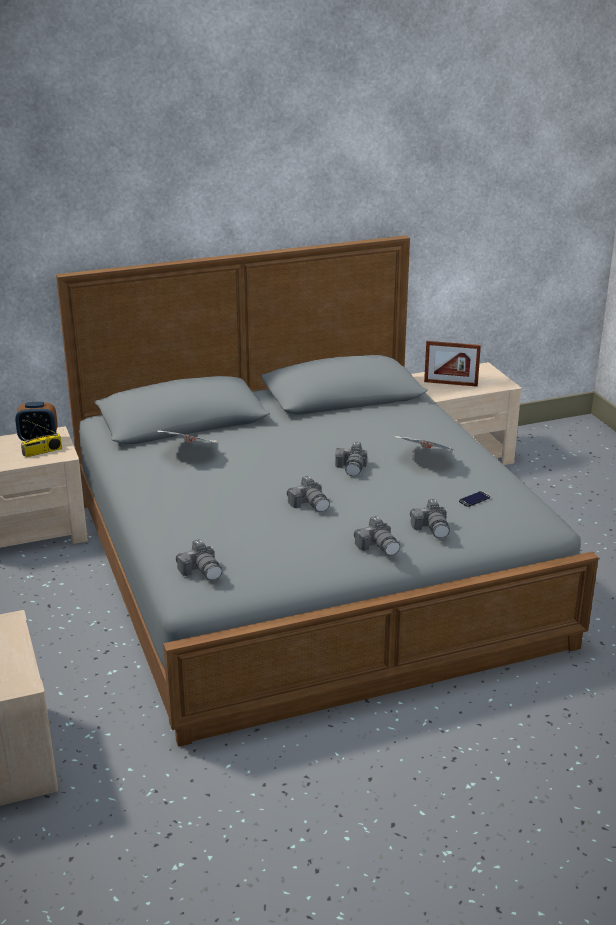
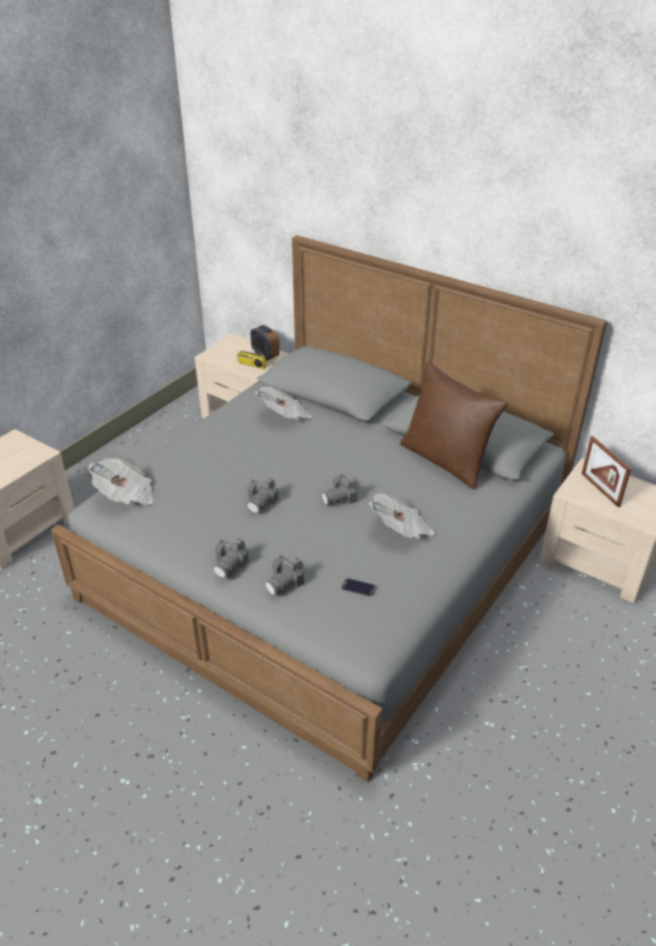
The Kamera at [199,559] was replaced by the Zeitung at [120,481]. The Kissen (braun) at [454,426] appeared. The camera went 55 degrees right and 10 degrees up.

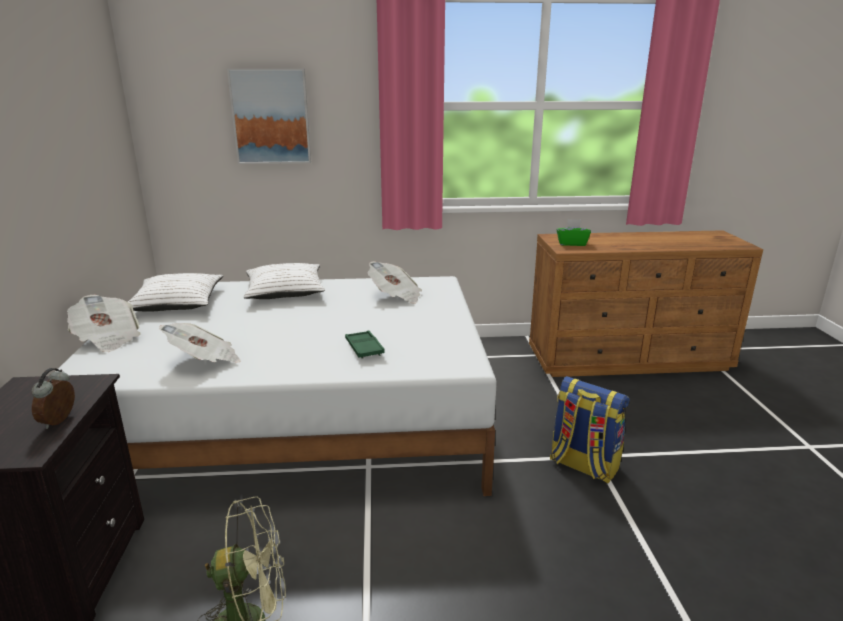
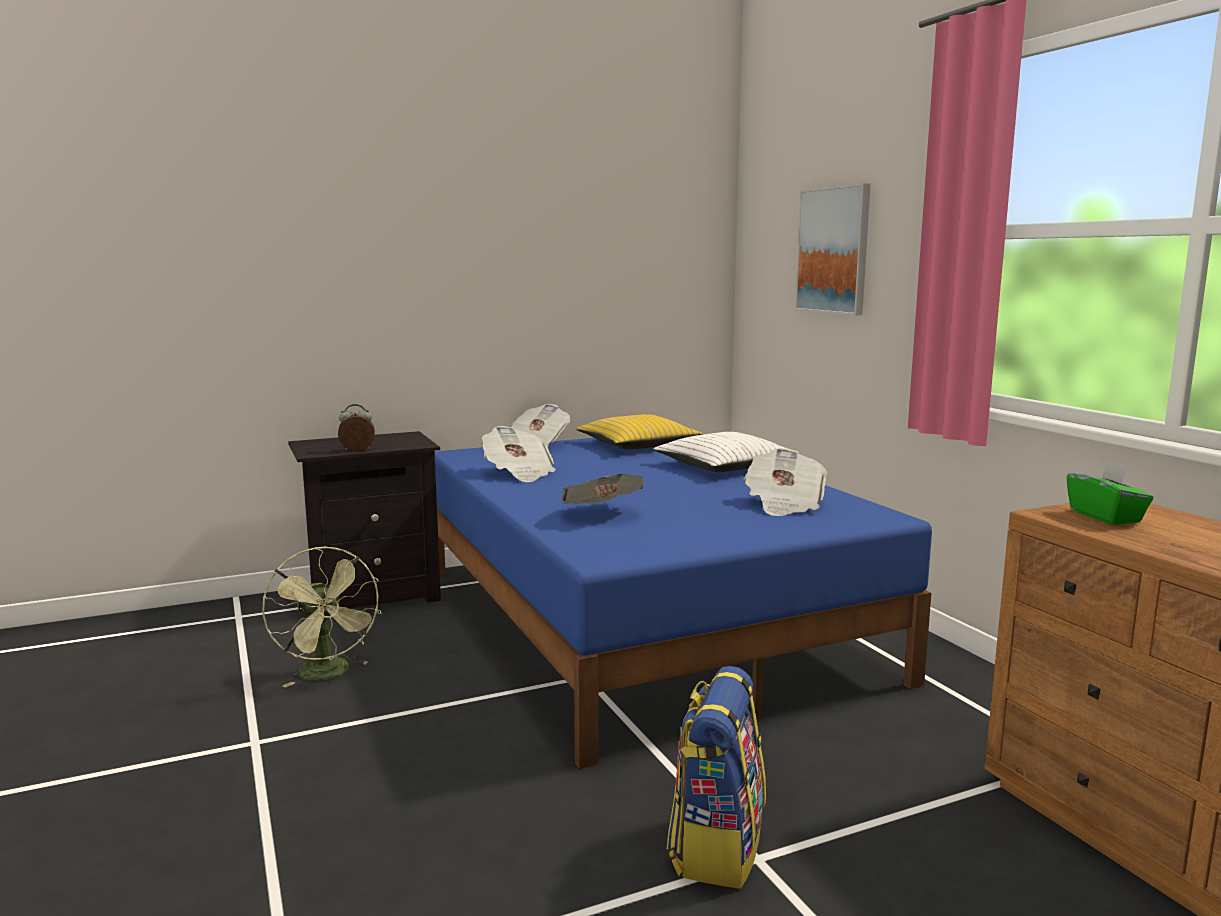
The Bett (weiß) at [276,386] became the Bett (blau) at [683,603]. The Tablett (grün) at [365,344] was replaced by the Zeitung at [602,489]. The Kissen (weiß) at [175,292] became the Kissen (gelb) at [639,431]. The camera went 70 degrees right and 10 degrees down.

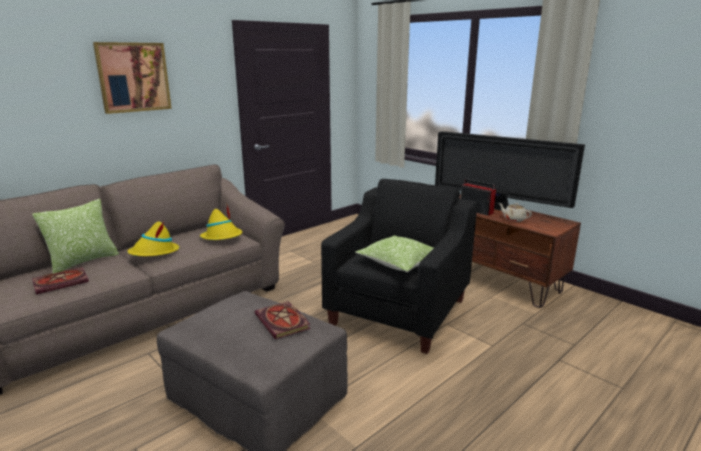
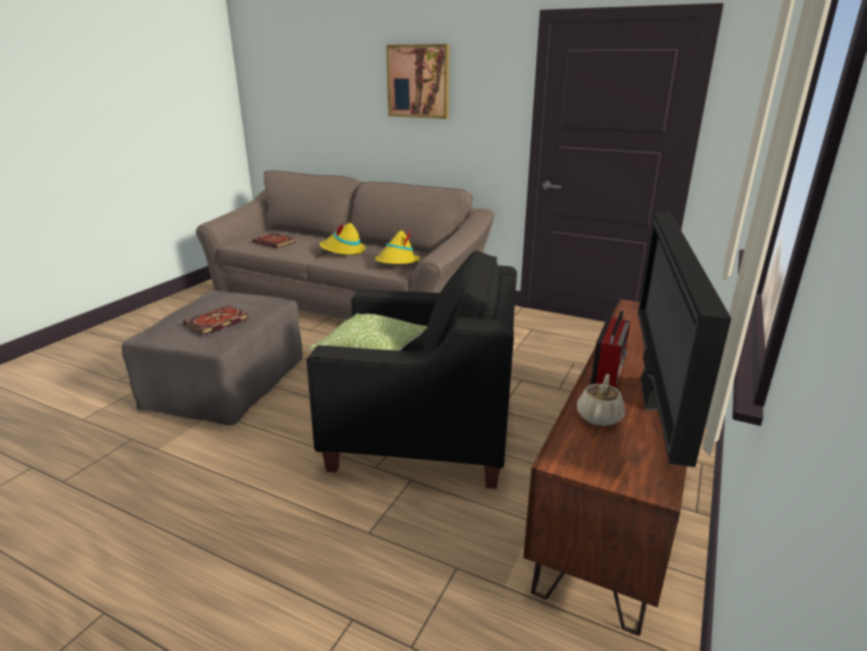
The Kissen at [75,236] disappeared. The camera went 70 degrees right and 5 degrees up.

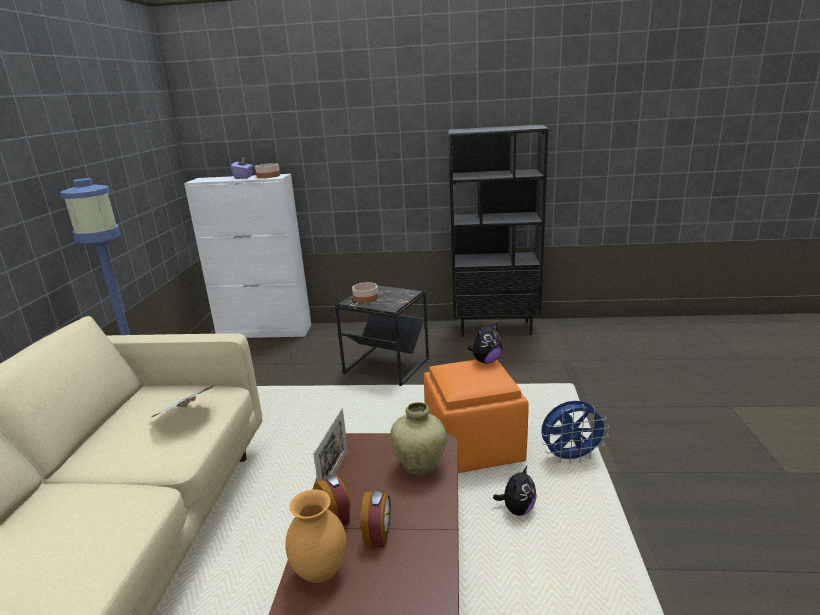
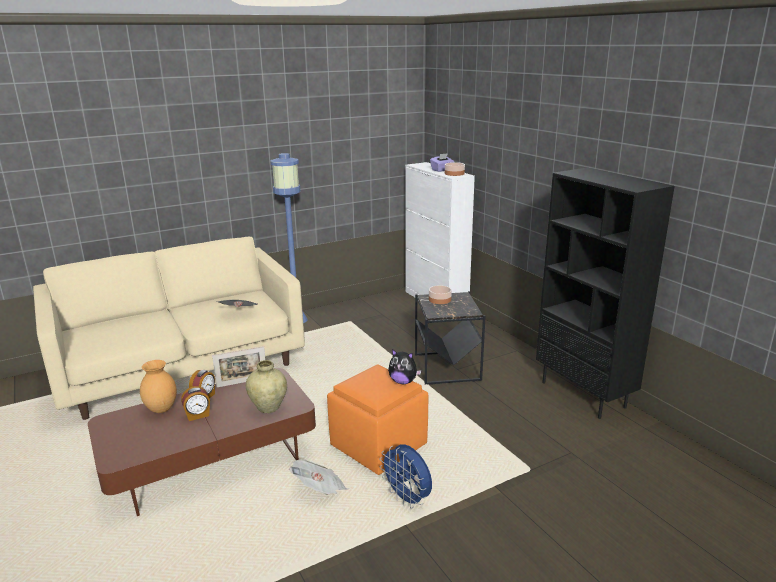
The Plüschtier at [515,491] was replaced by the Zeitung at [319,477]. The camera went 55 degrees right and 0 degrees up.

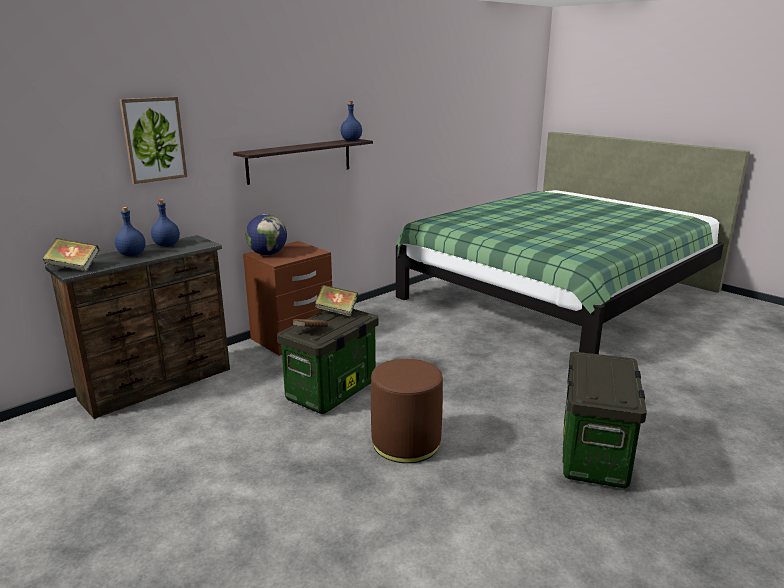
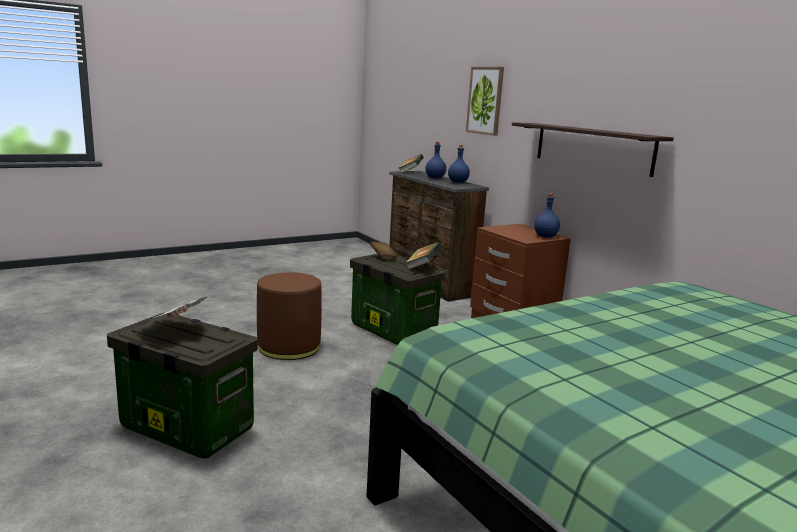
The Zeitung at [172,312] appeared. The Flasche (blau) moved from [351,121] to [547,215]. The Globus at [266,234] disappeared. The camera went 100 degrees right and 5 degrees down.

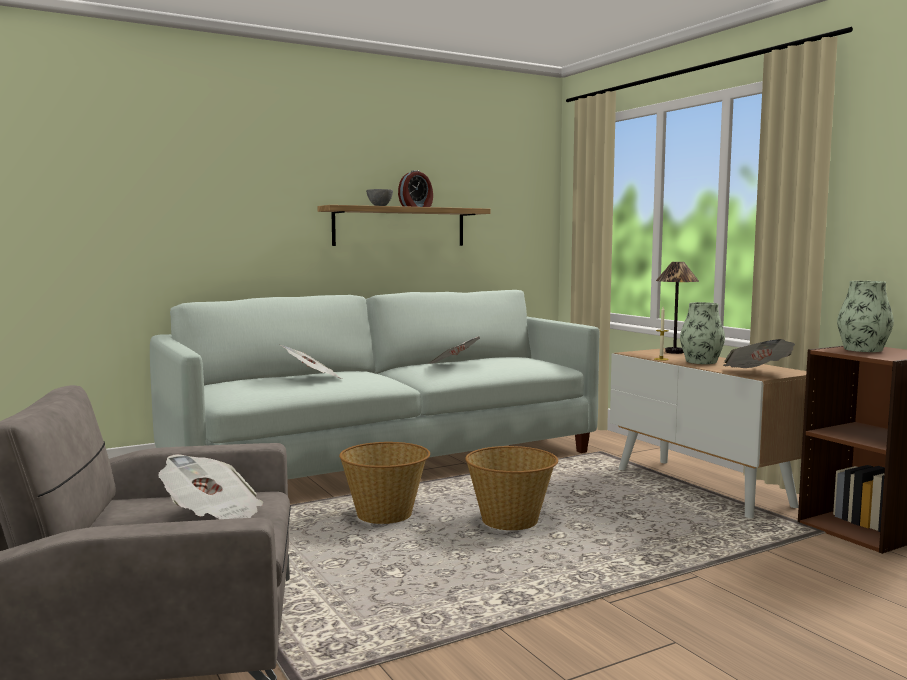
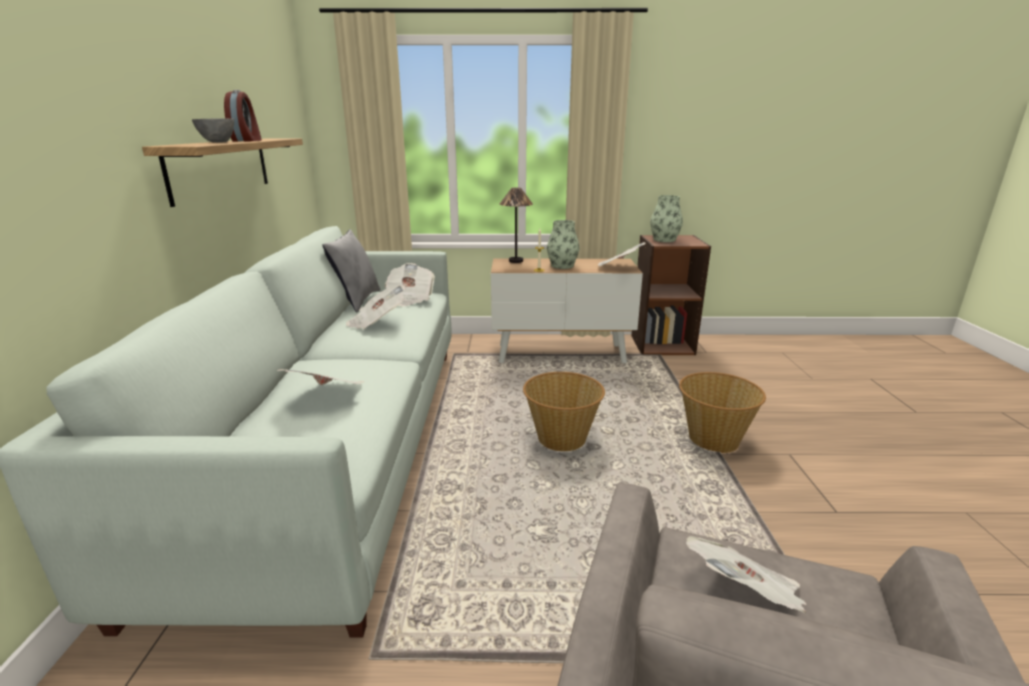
The Kissen (grau) at [351,271] appeared. The Zeitung at [410,284] appeared. The Korb moved from [384,483] to [722,412]. The camera went 60 degrees left and 15 degrees up.

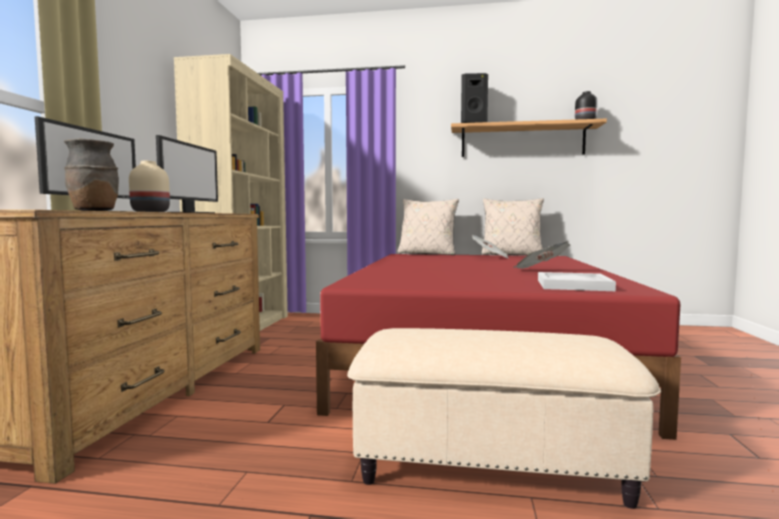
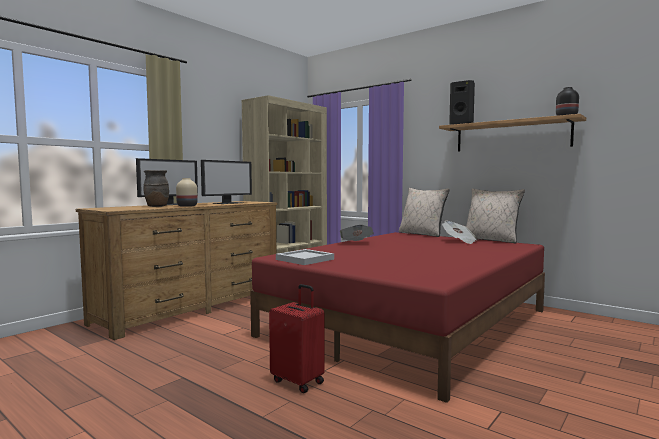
The Polsterhocker (beige) at [504,418] was replaced by the Koffer (rot) at [296,338]. The Tablett (weiß) moved from [577,281] to [305,257]. The Zeitung moved from [542,255] to [357,233]. The camera went 30 degrees right and 0 degrees up.

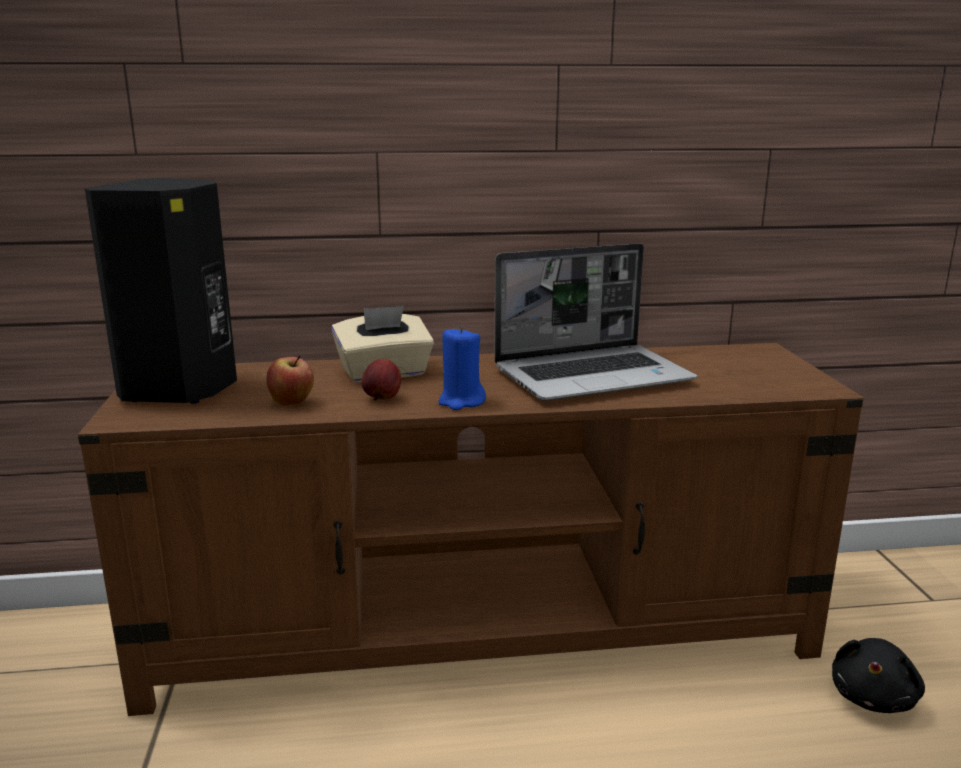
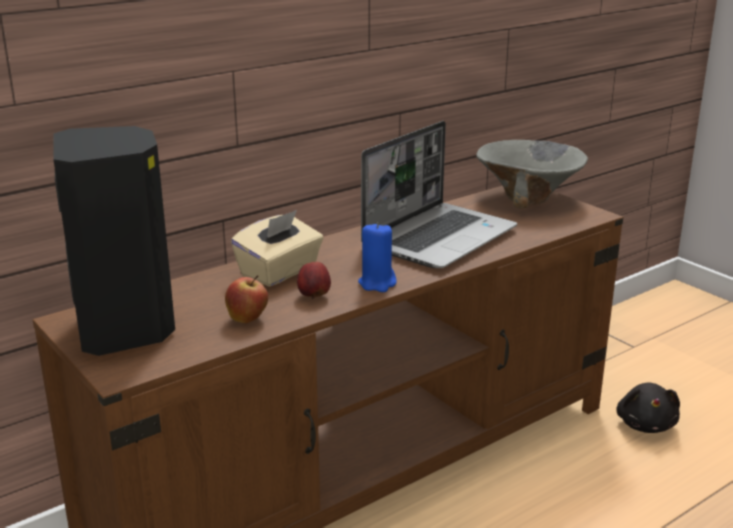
The Schüssel (grau) at [532,174] appeared. The camera went 30 degrees left and 5 degrees up.

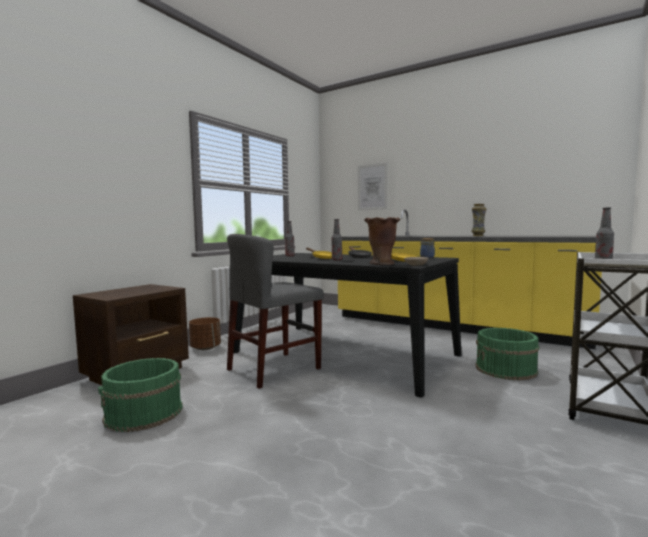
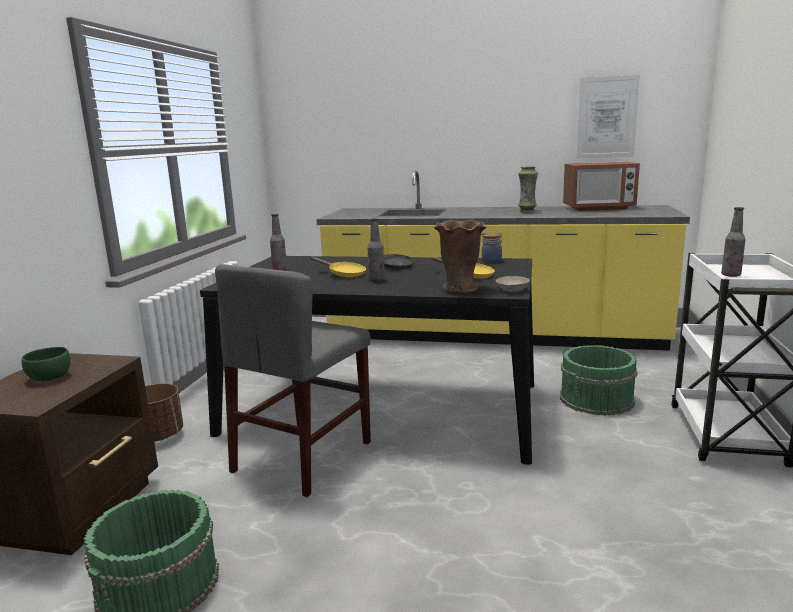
The Schüssel (grün) at [46,364] appeared. The Mikrowelle at [601,186] appeared. The Bild moved from [373,186] to [608,116]. The camera went 20 degrees left and 10 degrees up.

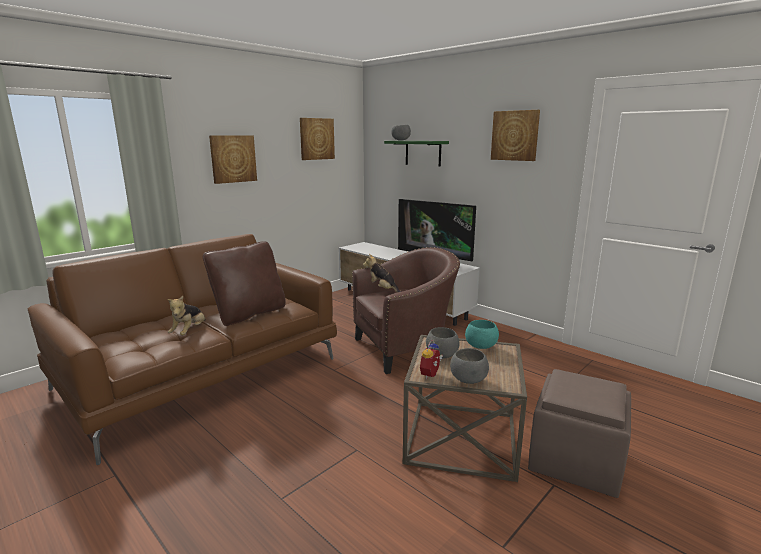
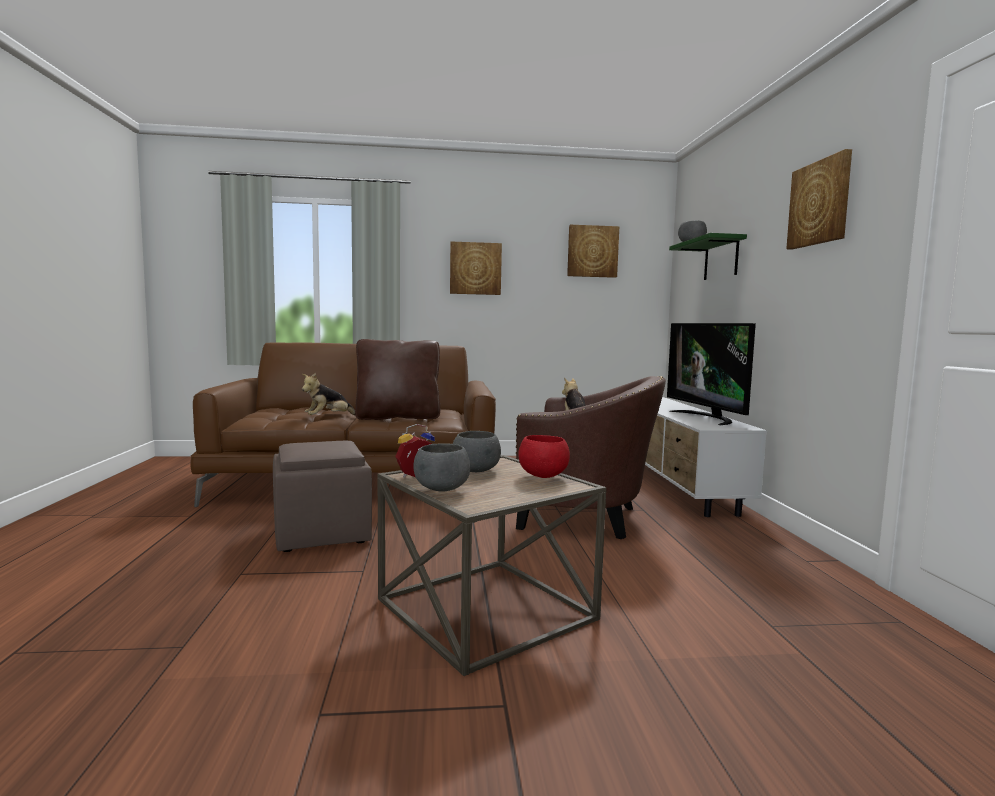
The Polsterhocker (braun) moved from [579,433] to [322,496]. The Schüssel (türkis) at [482,334] became the Schüssel (rot) at [544,456]. The camera went 40 degrees right and 10 degrees down.

